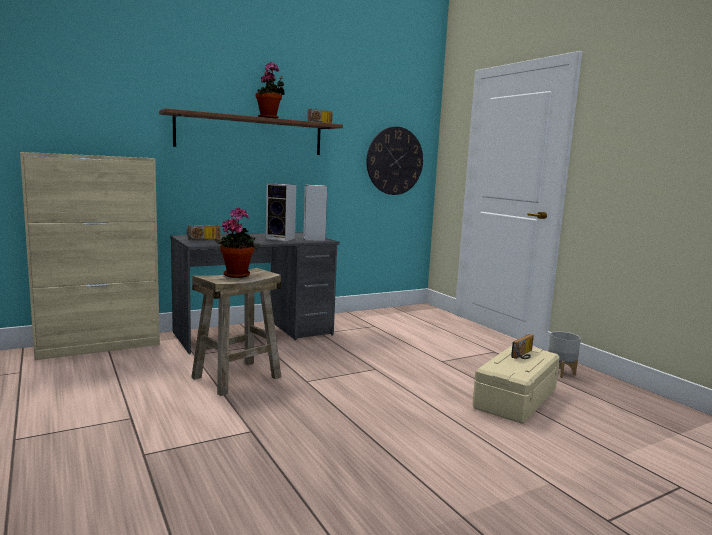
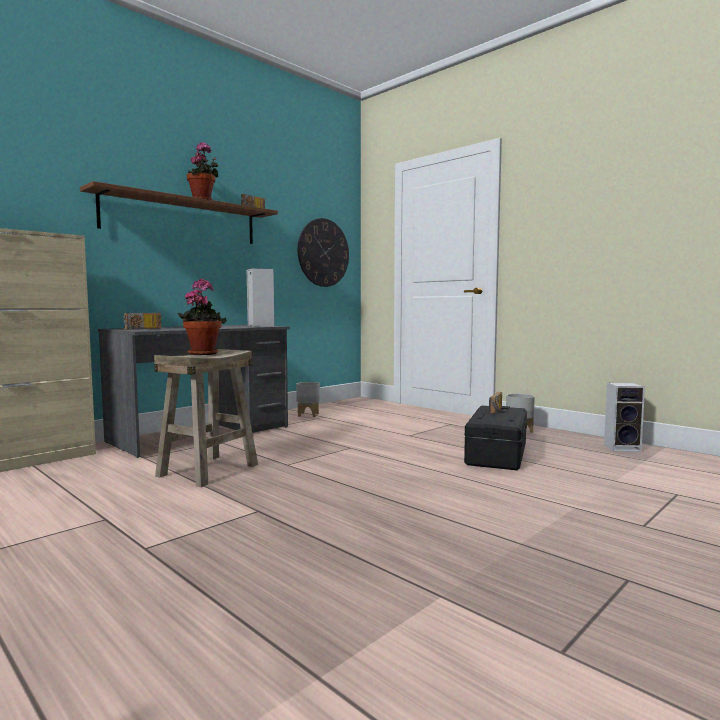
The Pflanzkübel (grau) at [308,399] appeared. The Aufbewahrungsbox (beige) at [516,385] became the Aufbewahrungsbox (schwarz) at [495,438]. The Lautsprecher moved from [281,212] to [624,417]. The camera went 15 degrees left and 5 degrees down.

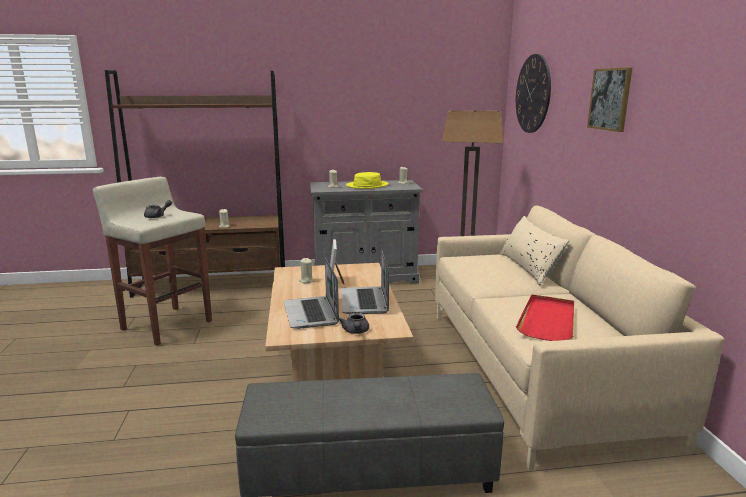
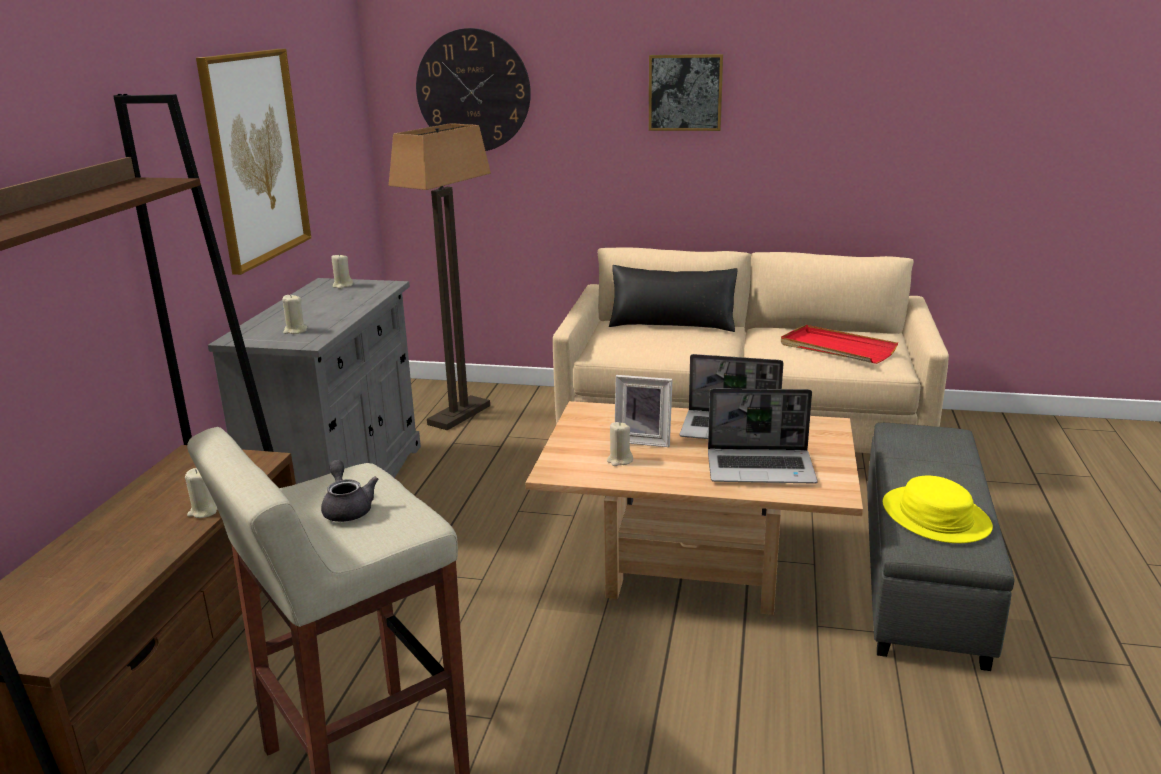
The Bild at [253,162] appeared. The Kissen (beige) at [534,250] became the Kissen (schwarz) at [673,298]. The Hut (gelb) moved from [367,180] to [938,509]. The Teekanne (grau) at [353,323] disappeared. The camera went 70 degrees left and 5 degrees up.

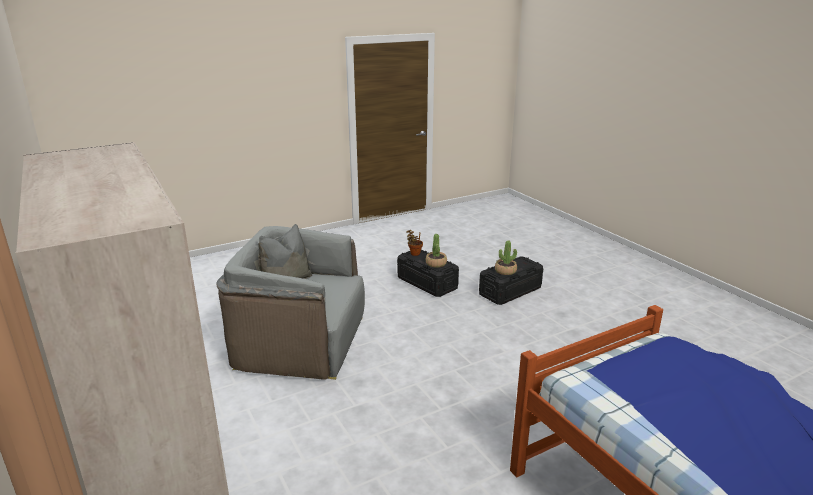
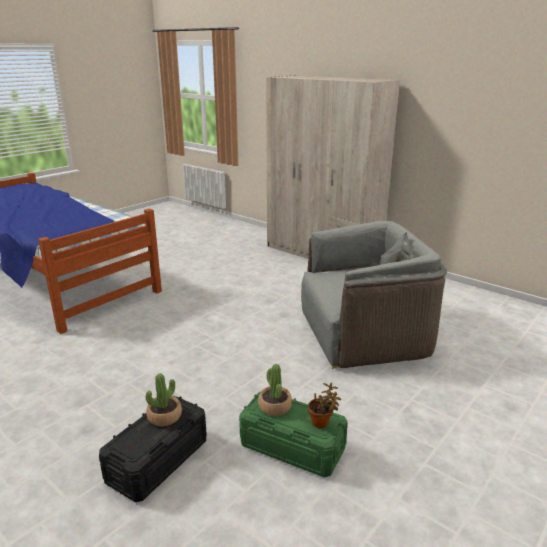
The Aufbewahrungsbox (schwarz) at [428,273] became the Aufbewahrungsbox (grün) at [293,434]. The camera went 160 degrees right and 0 degrees up.

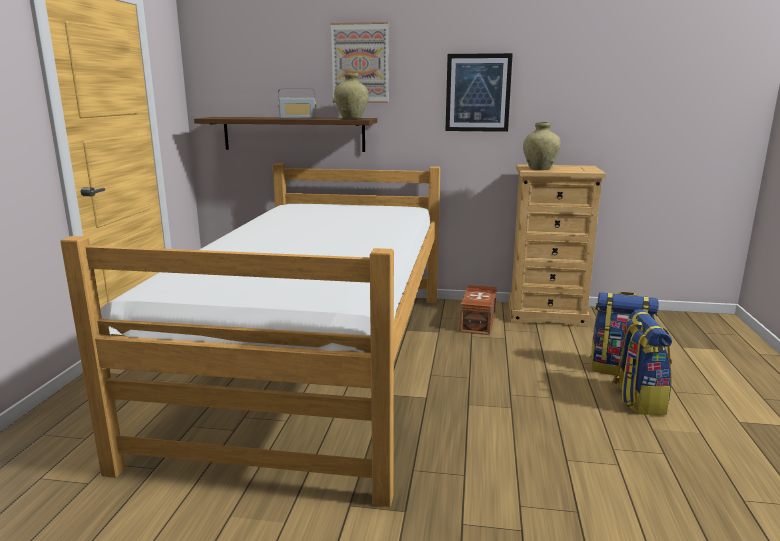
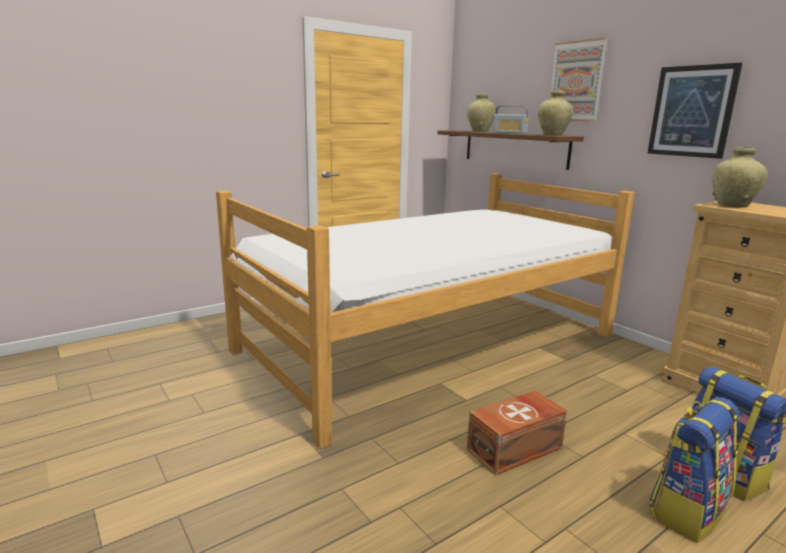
The Vase (beige) at [481,112] appeared. The Aufbewahrungsbox (braun) moved from [478,310] to [517,433]. The camera went 45 degrees right and 0 degrees up.

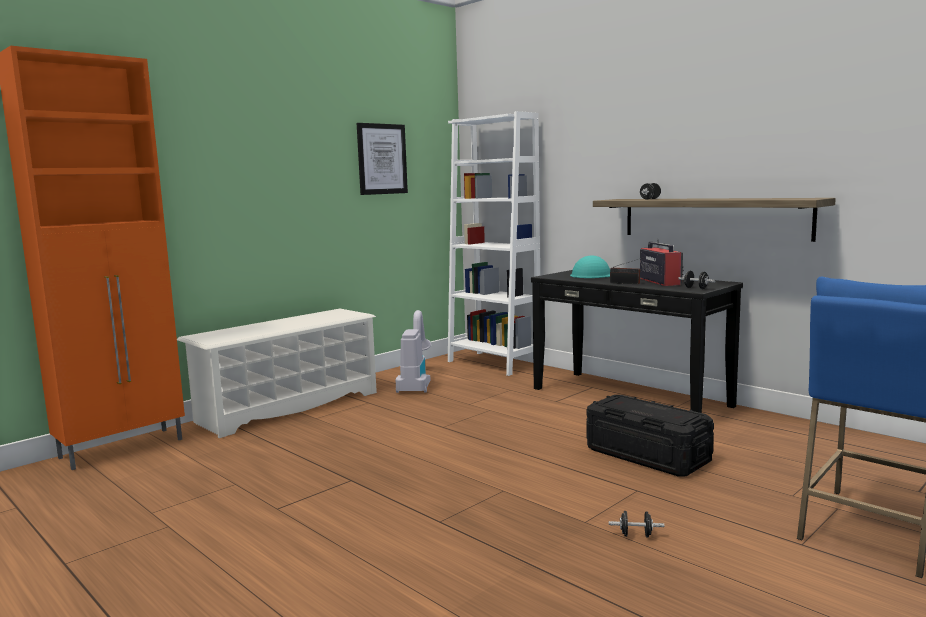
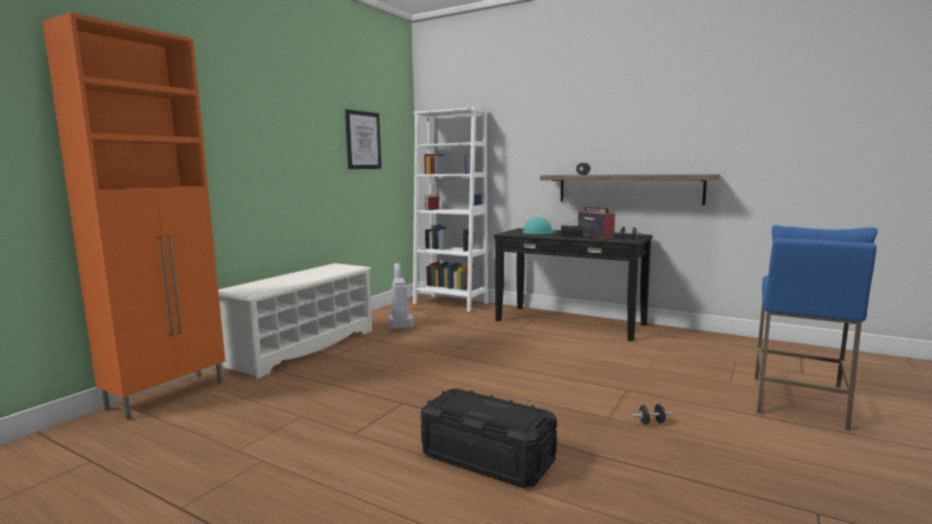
The Aufbewahrungsbox (schwarz) moved from [650,436] to [489,438]. The camera went 15 degrees left and 0 degrees up.

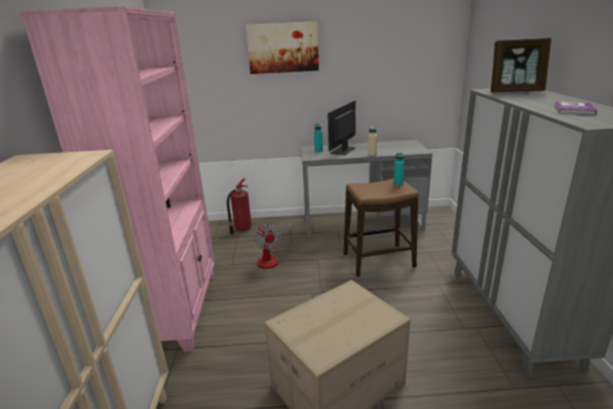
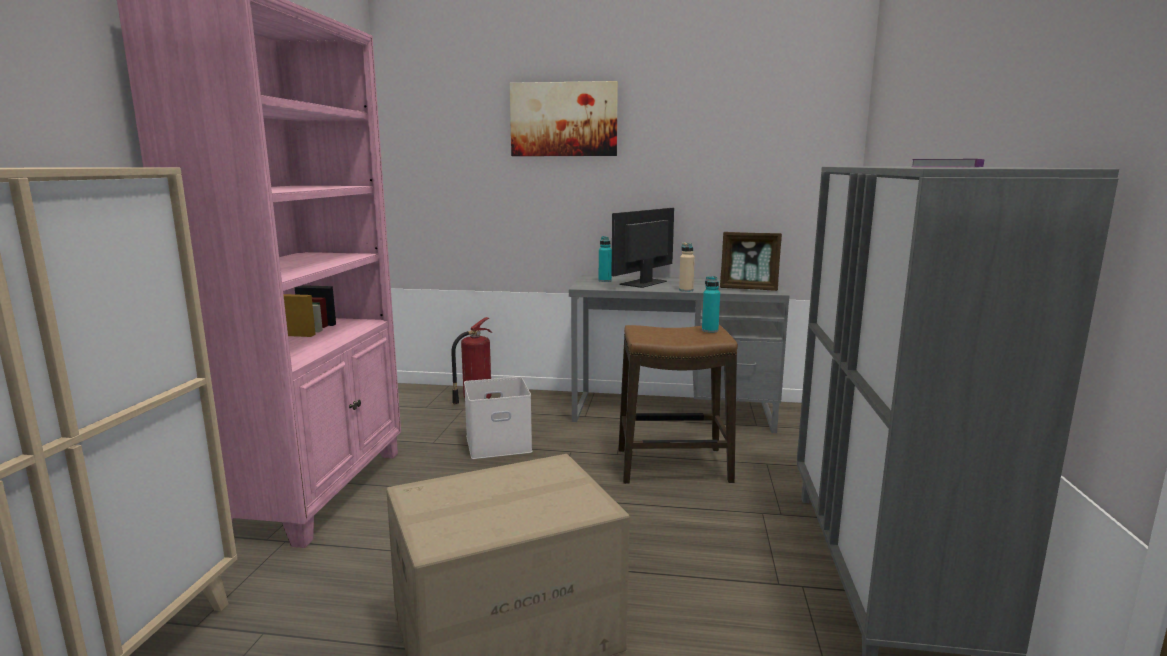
The Ventilator at [273,245] was replaced by the Aufbewahrungsbox (weiß) at [498,418]. The Bilderrahmen moved from [521,65] to [751,261]. The camera went 10 degrees right and 10 degrees down.

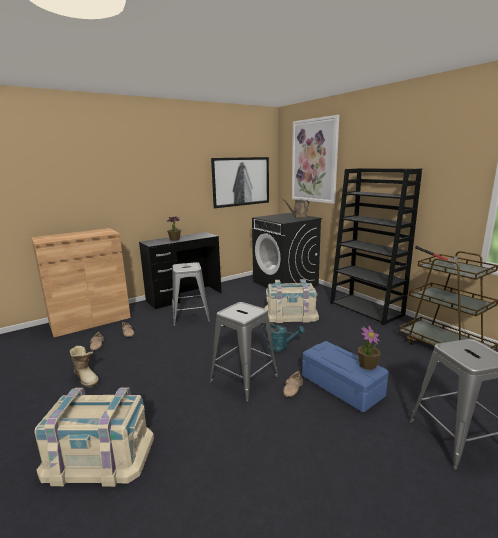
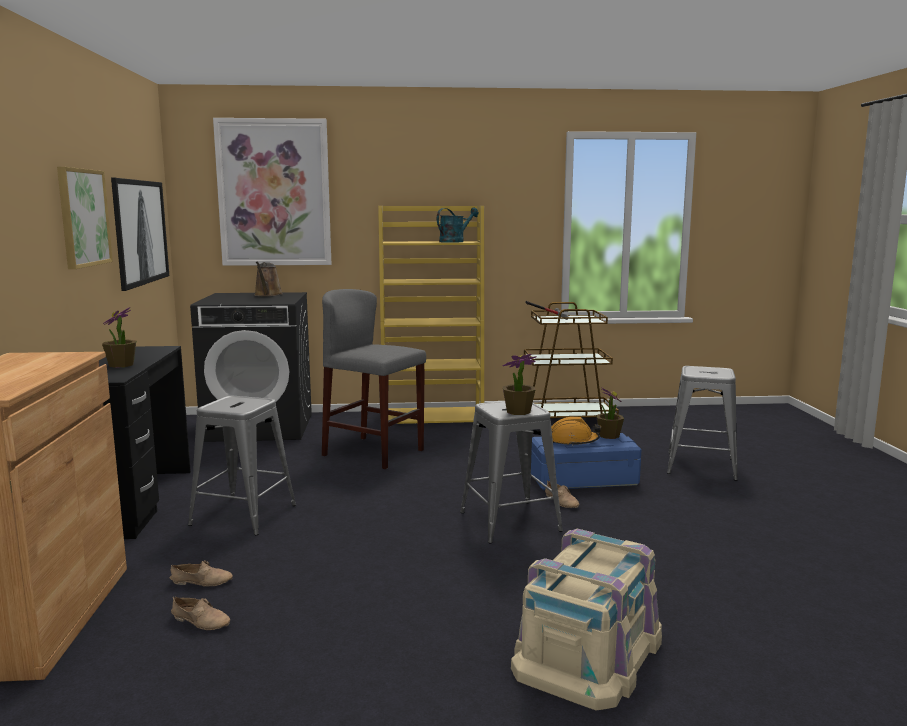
The Bild at [85,218] appeared. The Aufbewahrungsbox (beige) at [292,301] was replaced by the Hocker (grau) at [374,379]. The Bücherregal (schwarz) at [376,246] became the Bücherregal (gelb) at [431,315]. The Gießkanne (türkis) moved from [283,337] to [458,225]. The Topfpflanze at [519,384] appeared. The Schutzhelm (orange) at [576,431] appeared. The Stiefel at [84,367] disappeared. The camera went 60 degrees left and 5 degrees down.

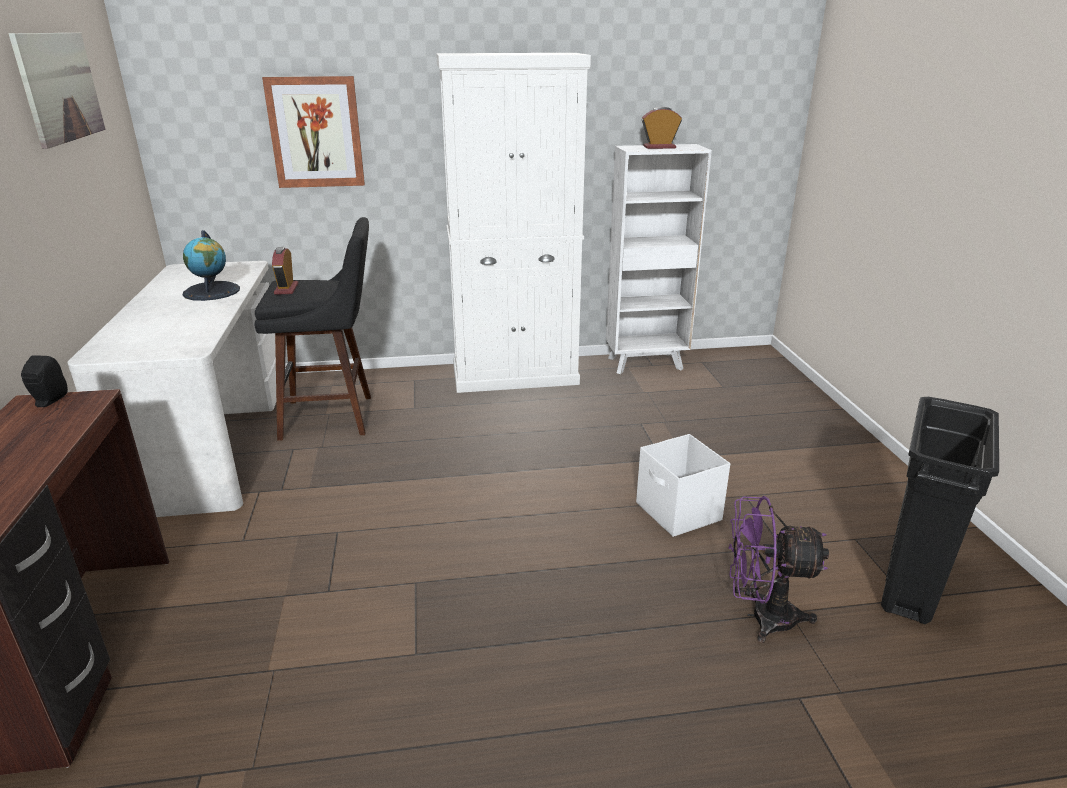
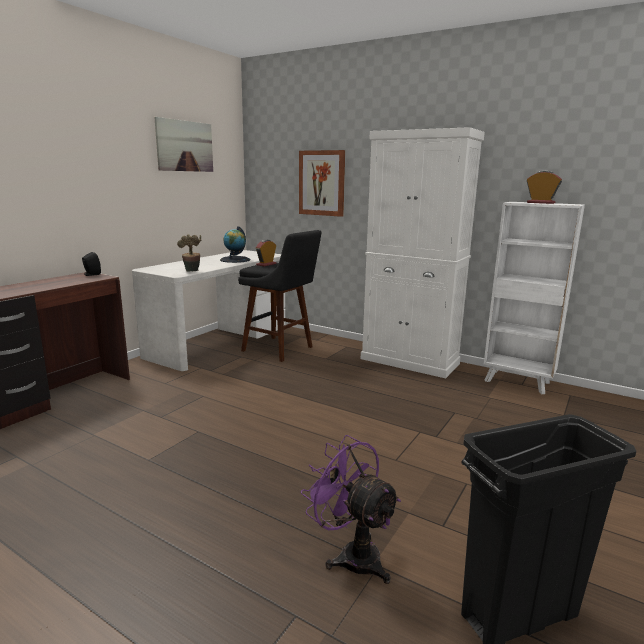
The Topfpflanze at [189,253] appeared. The Aufbewahrungsbox (weiß) at [683,485] disappeared. The camera went 40 degrees right and 10 degrees down.

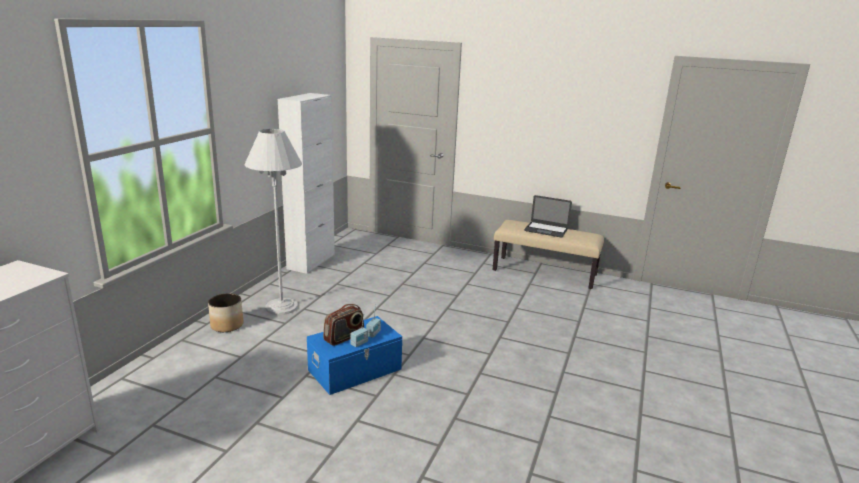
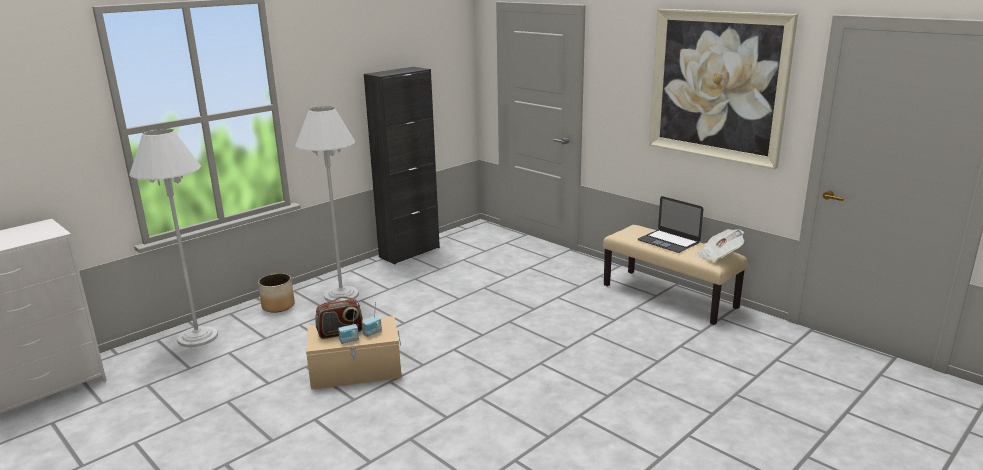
The Stehlampe (weiß) at [174,237] appeared. The Aufbewahrungsbox (blau) at [354,355] became the Aufbewahrungsbox (beige) at [354,353]. The Schrank (weiß) at [306,183] became the Schrank (schwarz) at [402,165]. The Bild at [723,89] appeared. The Zeitung at [720,245] appeared. The camera went 25 degrees right and 0 degrees up.

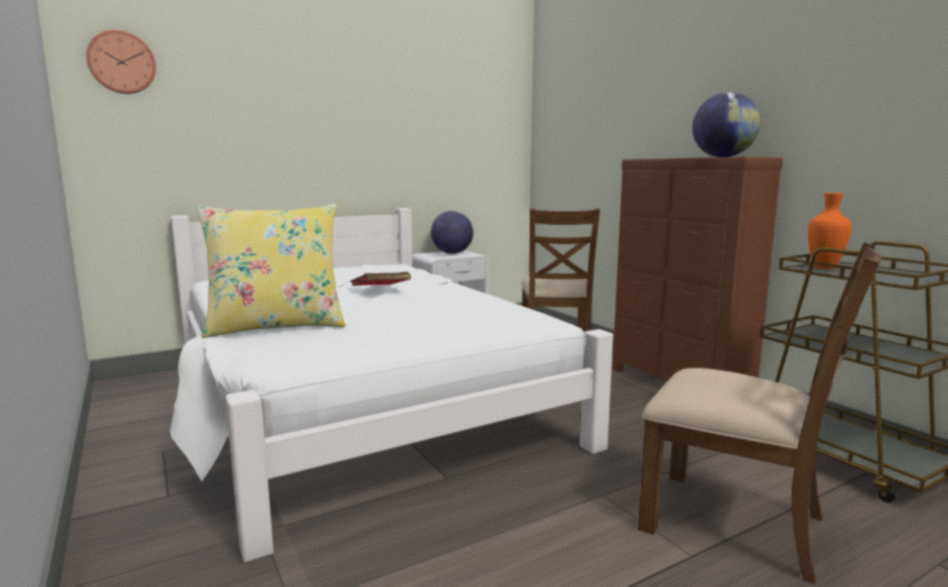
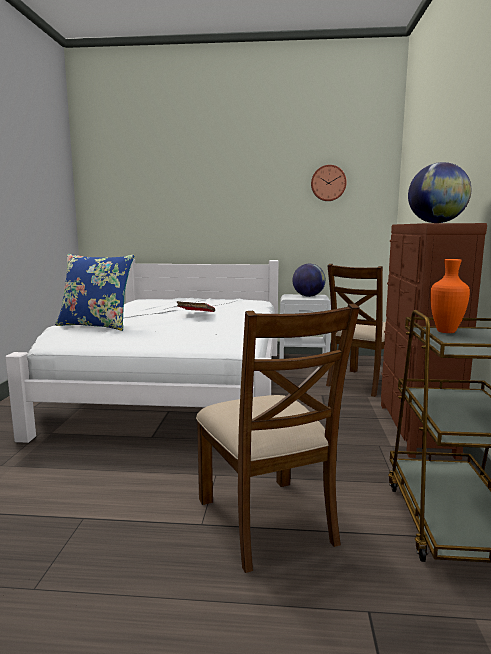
The Kissen (gelb) at [271,271] became the Kissen (blau) at [94,292]. The Wanduhr moved from [121,62] to [329,183]. The camera went 35 degrees right and 0 degrees up.

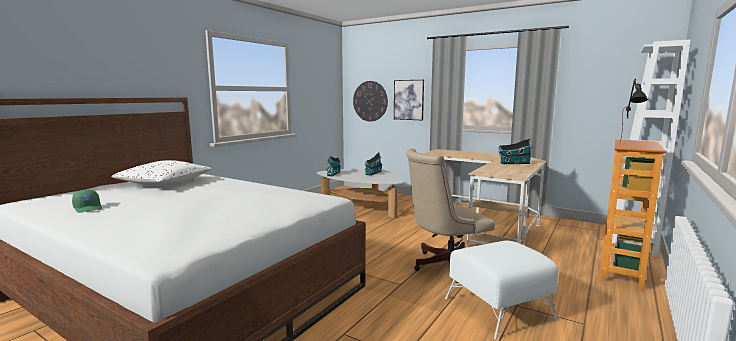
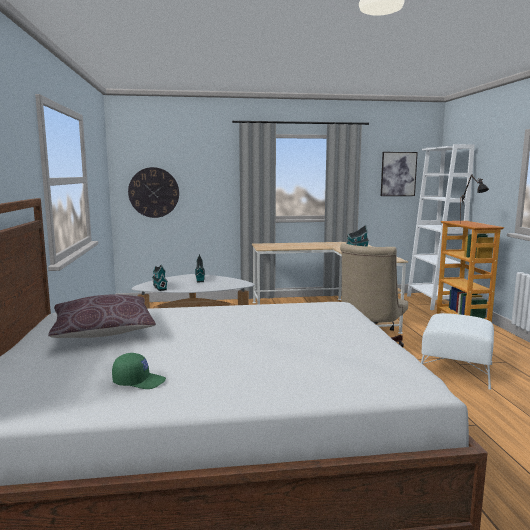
The Kissen (weiß) at [161,173] became the Kissen (braun) at [102,316]. The Bild moved from [409,100] to [399,174]. The camera went 40 degrees left and 0 degrees up.

